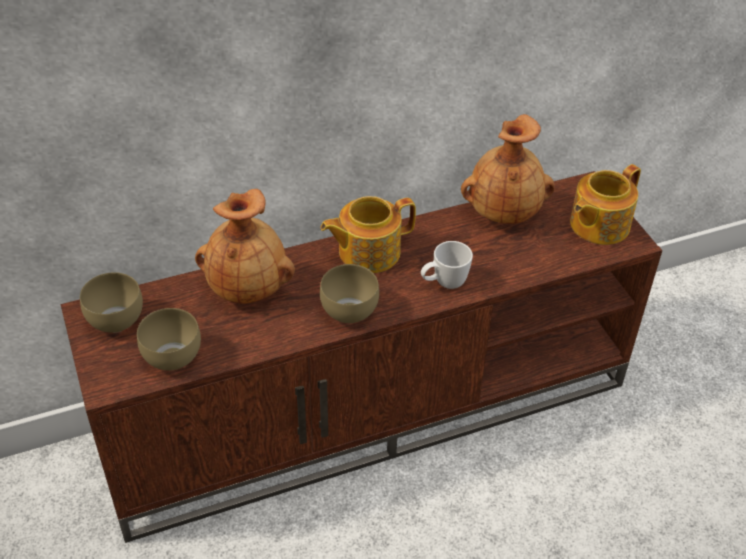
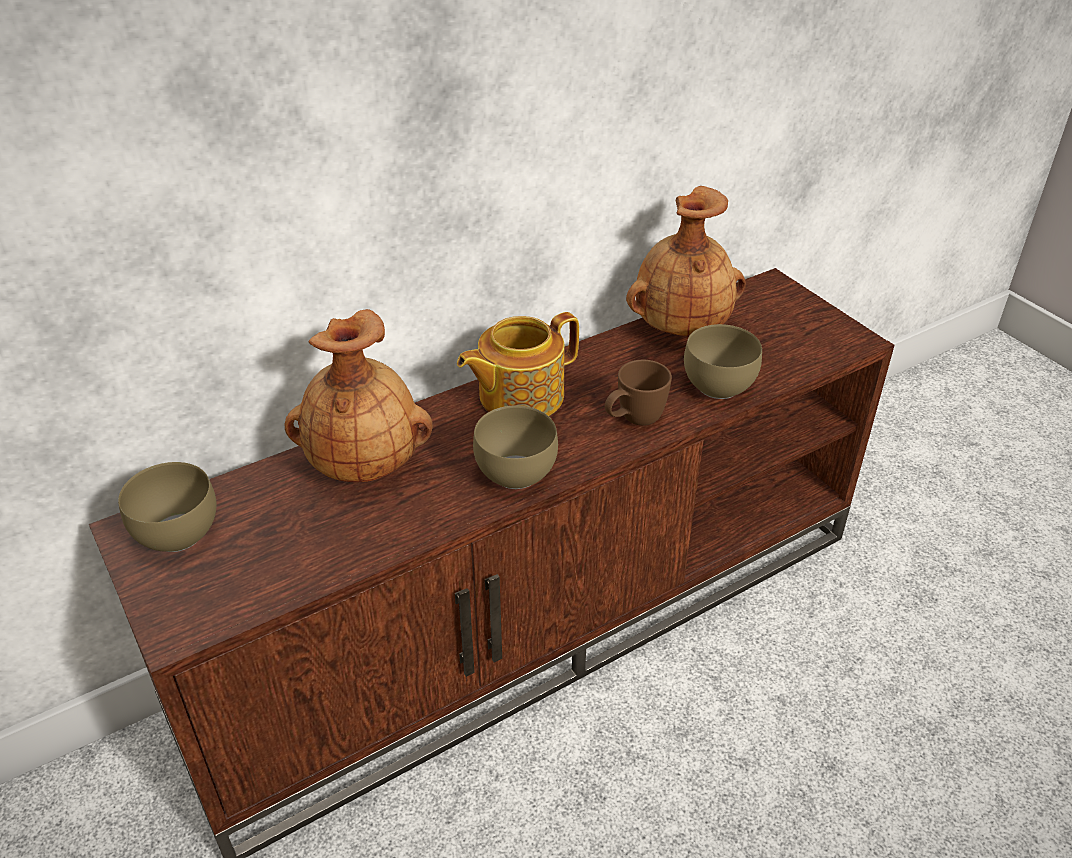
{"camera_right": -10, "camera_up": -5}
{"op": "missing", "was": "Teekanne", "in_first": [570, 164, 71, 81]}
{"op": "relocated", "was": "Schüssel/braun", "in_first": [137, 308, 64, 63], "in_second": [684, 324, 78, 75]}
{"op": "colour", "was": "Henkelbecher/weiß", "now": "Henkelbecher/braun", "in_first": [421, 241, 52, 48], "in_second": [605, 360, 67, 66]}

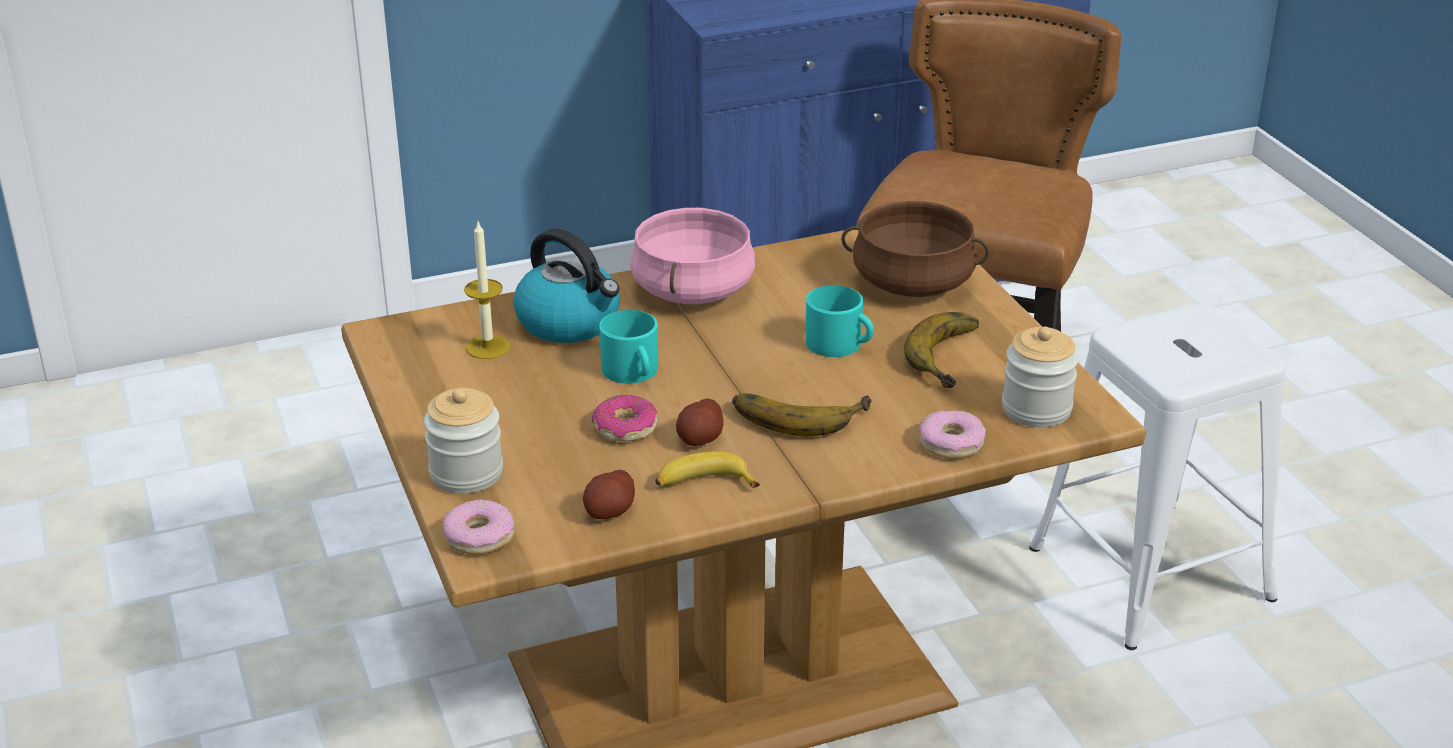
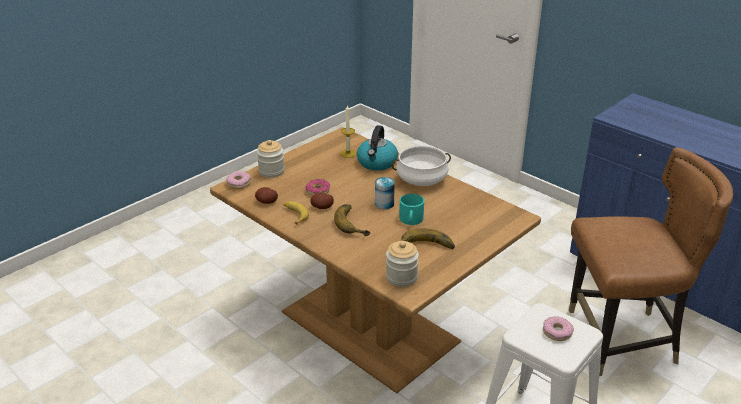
{"camera_right": 65, "camera_up": 0}
{"op": "missing", "was": "Henkelbecher/türkis", "in_first": [599, 310, 59, 74]}
{"op": "missing", "was": "Kochtopf/braun", "in_first": [841, 201, 148, 96]}
{"op": "appeared", "now": "Dose", "in_second": [375, 177, 20, 32]}
{"op": "relocated", "was": "Donut", "in_first": [919, 410, 67, 49], "in_second": [543, 316, 31, 25]}
{"op": "colour", "was": "Kochtopf/rosa", "now": "Kochtopf/weiß", "in_first": [630, 206, 125, 98], "in_second": [392, 145, 59, 41]}

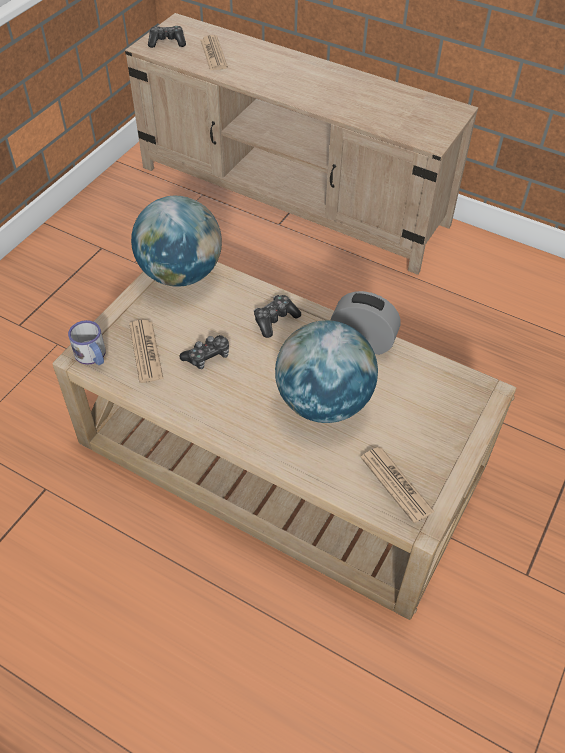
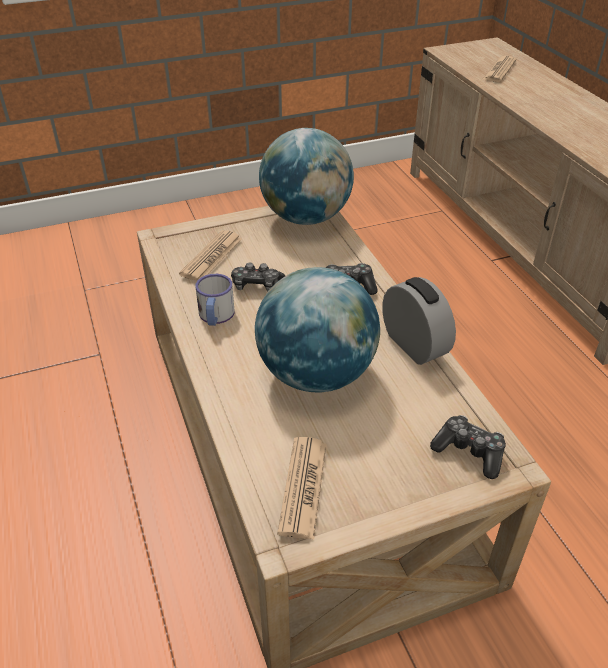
{"camera_right": 40, "camera_up": -10}
{"op": "relocated", "was": "Henkelbecher", "in_first": [68, 320, 38, 45], "in_second": [196, 274, 39, 52]}
{"op": "relocated", "was": "Gamepad", "in_first": [148, 26, 38, 22], "in_second": [430, 415, 76, 64]}

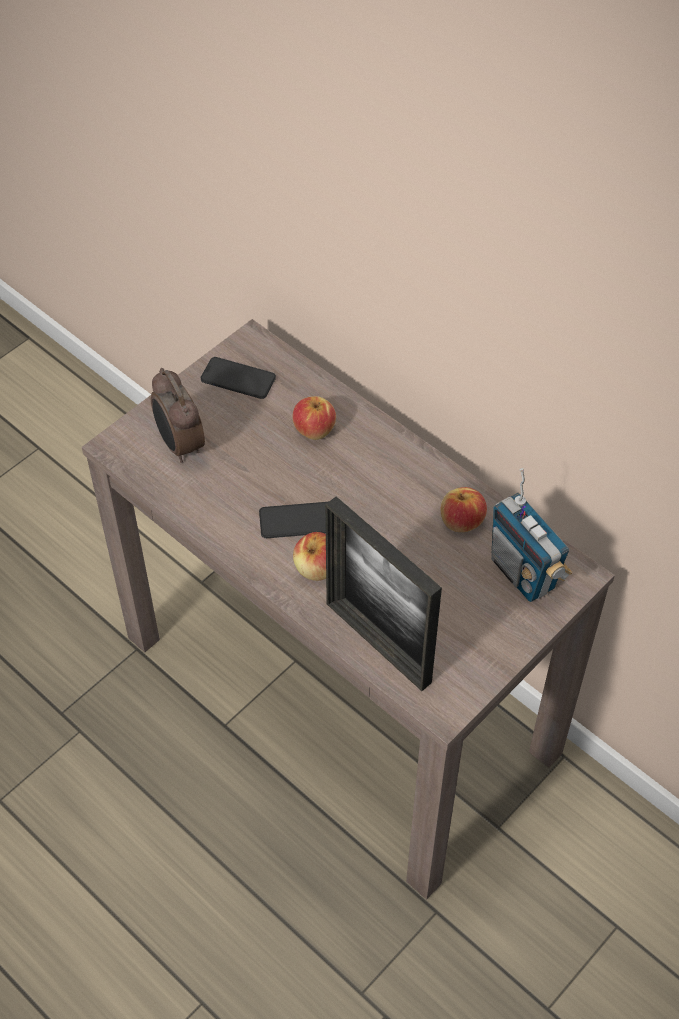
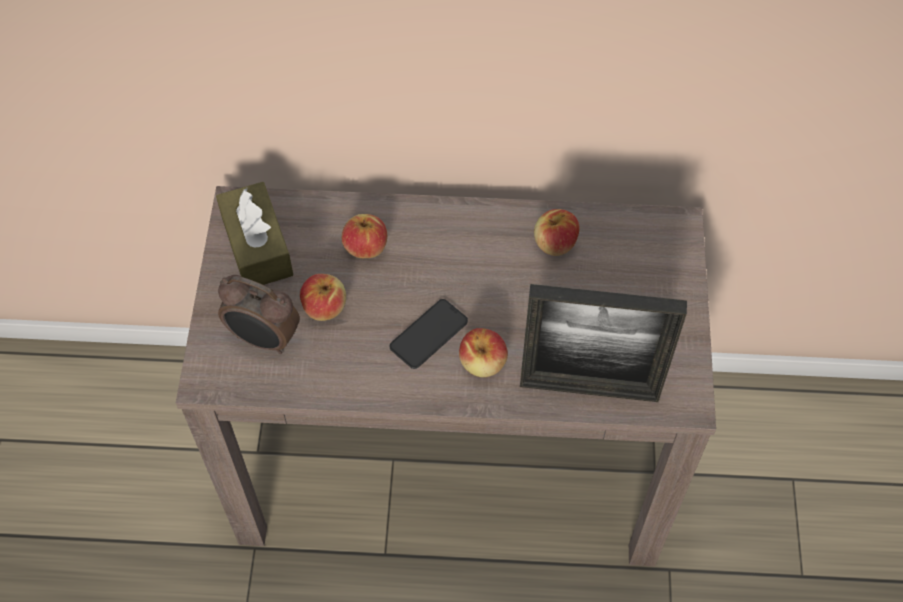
{"camera_right": -40, "camera_up": 5}
{"op": "missing", "was": "Radio", "in_first": [491, 468, 81, 134]}
{"op": "appeared", "now": "Apfel", "in_second": [300, 274, 46, 47]}
{"op": "exchanged", "was": "Handy", "now": "Taschentuchbox/braun", "in_first": [201, 357, 75, 42], "in_second": [216, 182, 77, 103]}

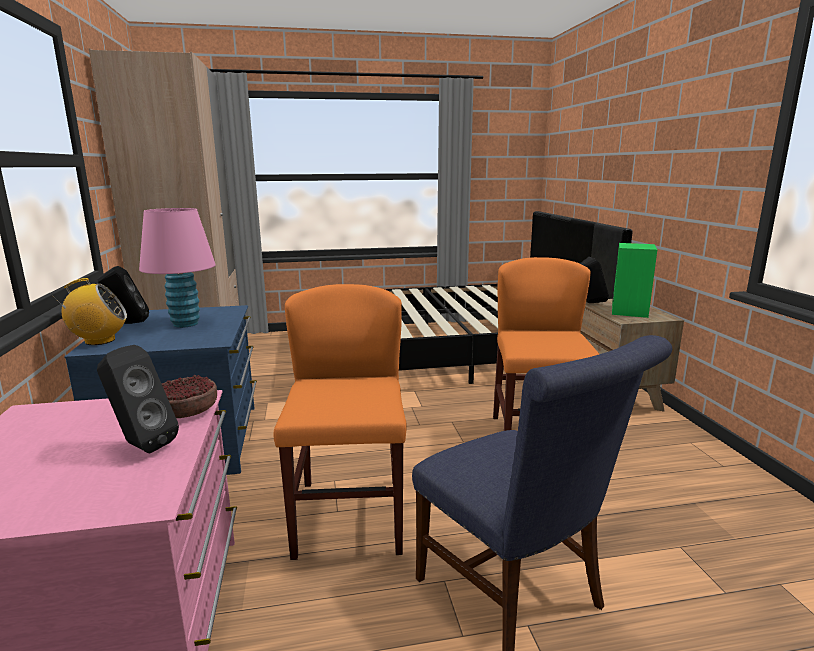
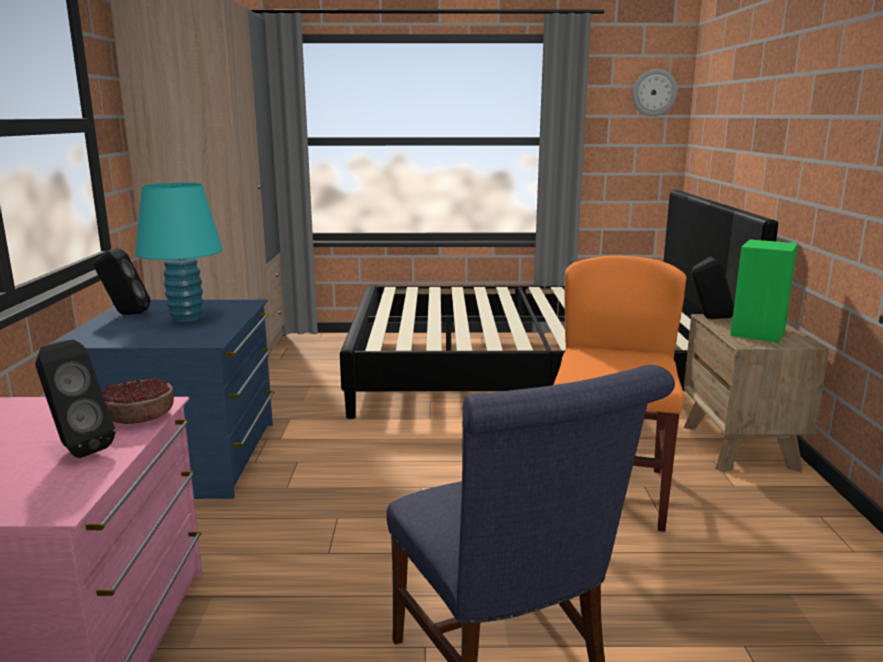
{"camera_right": 10, "camera_up": 0}
{"op": "missing", "was": "Radio", "in_first": [55, 278, 72, 67]}
{"op": "missing", "was": "Stuhl/orange", "in_first": [273, 284, 134, 276]}
{"op": "appeared", "now": "Wanduhr", "in_second": [632, 69, 45, 47]}
{"op": "colour", "was": "Tischlampe/rosa", "now": "Tischlampe/türkis", "in_first": [139, 208, 77, 120], "in_second": [135, 183, 88, 140]}

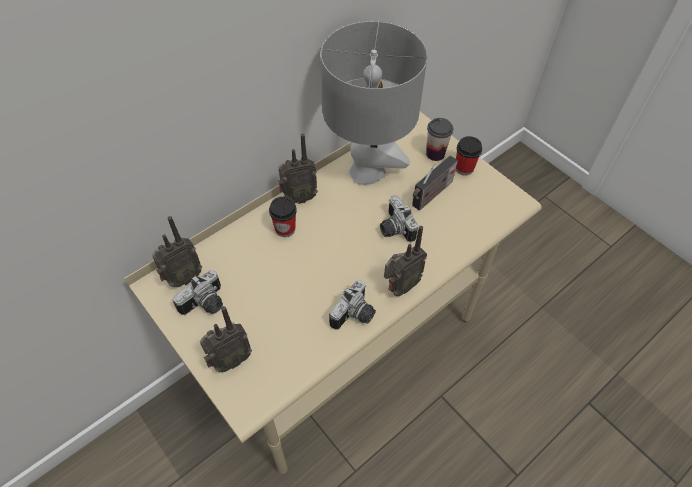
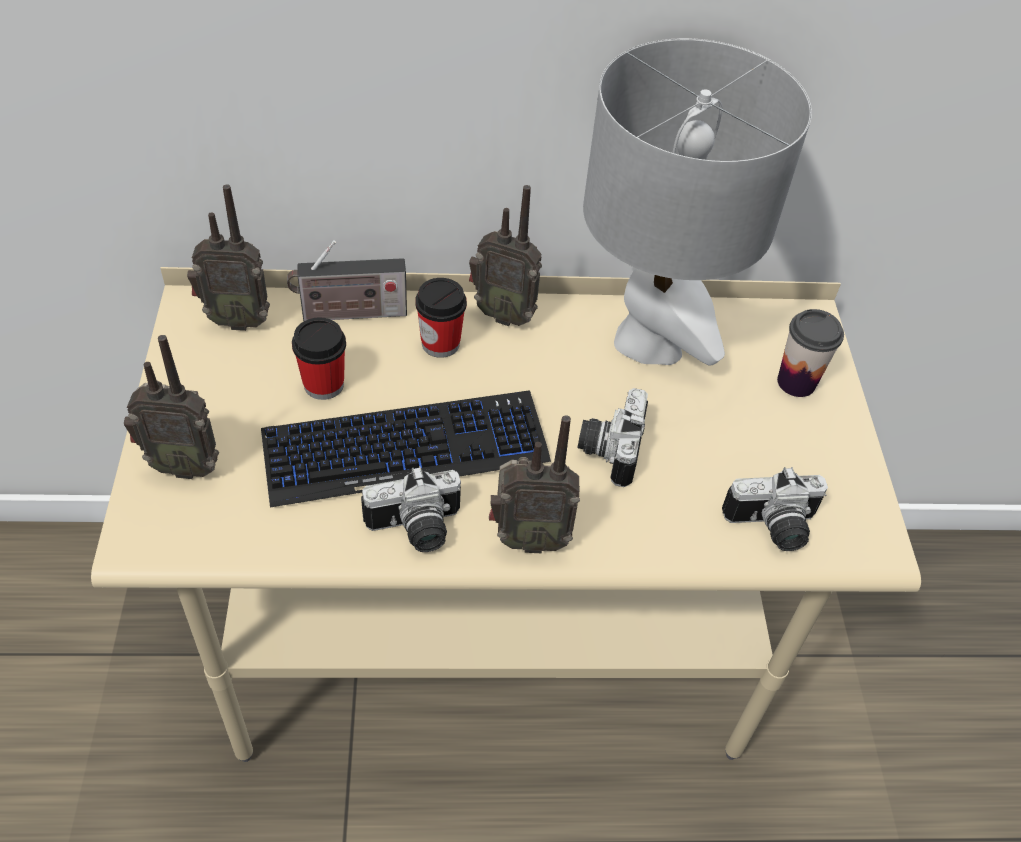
{"camera_right": 35, "camera_up": -5}
{"op": "appeared", "now": "Tastatur", "in_second": [261, 390, 290, 118]}
{"op": "relocated", "was": "Kamera", "in_first": [173, 270, 50, 45], "in_second": [722, 467, 106, 84]}
{"op": "relocated", "was": "Radio", "in_first": [412, 156, 46, 55], "in_second": [287, 240, 120, 81]}
{"op": "relocated", "was": "Tasse", "in_first": [456, 136, 26, 40], "in_second": [292, 317, 54, 83]}

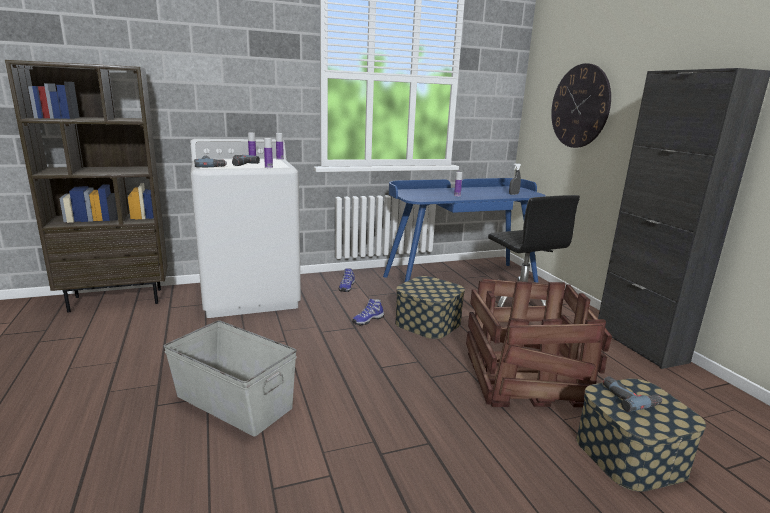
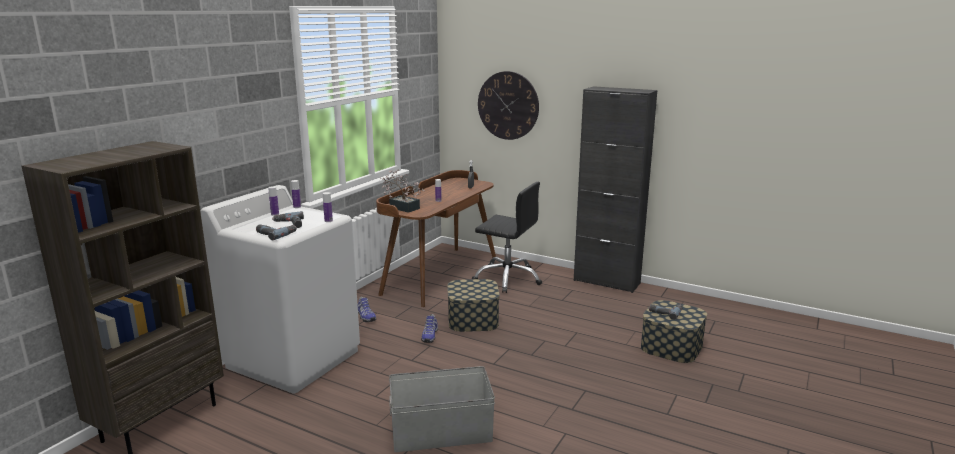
{"camera_right": -40, "camera_up": 0}
{"op": "missing", "was": "Kiste", "in_first": [466, 278, 146, 129]}
{"op": "appeared", "now": "Topfpflanze", "in_second": [380, 170, 44, 43]}
{"op": "colour", "was": "Schreibtisch/blau", "now": "Schreibtisch/braun", "in_first": [383, 178, 163, 105], "in_second": [376, 170, 120, 137]}

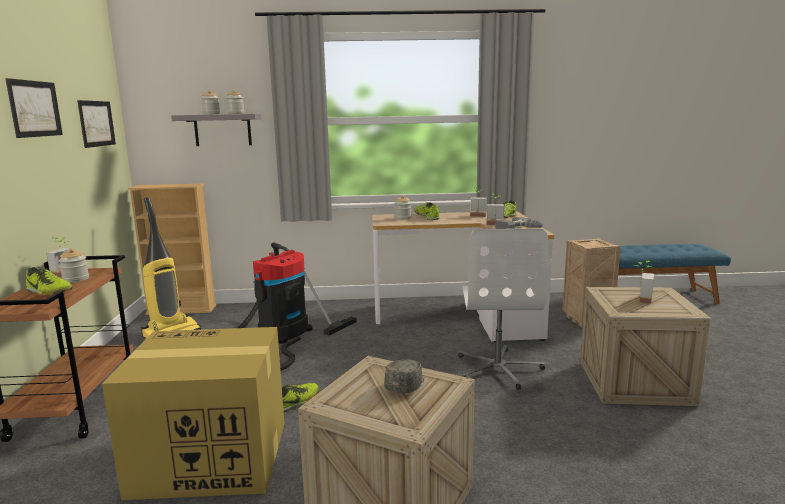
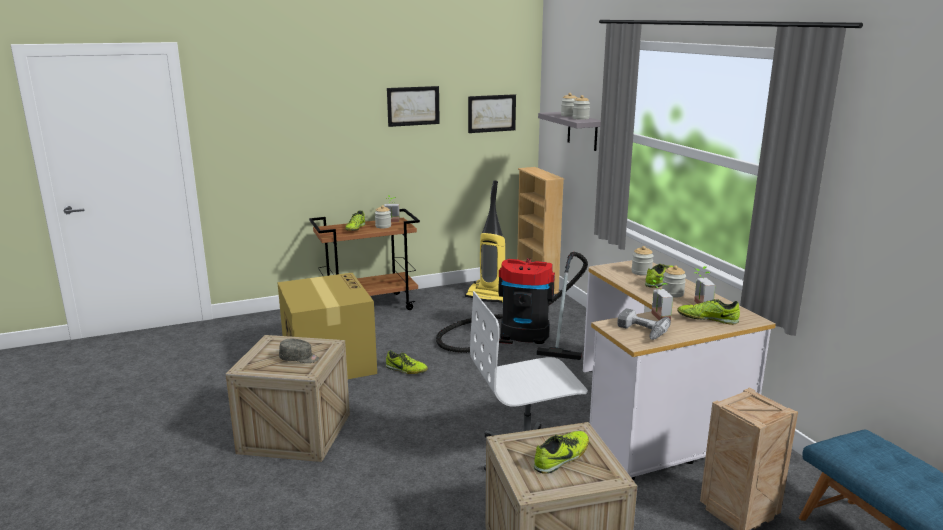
{"camera_right": 70, "camera_up": 5}
{"op": "appeared", "now": "Vorratsglas", "in_second": [662, 265, 24, 32]}
{"op": "exchanged", "was": "Topfpflanze", "now": "Schuh", "in_first": [633, 261, 21, 43], "in_second": [534, 431, 55, 43]}

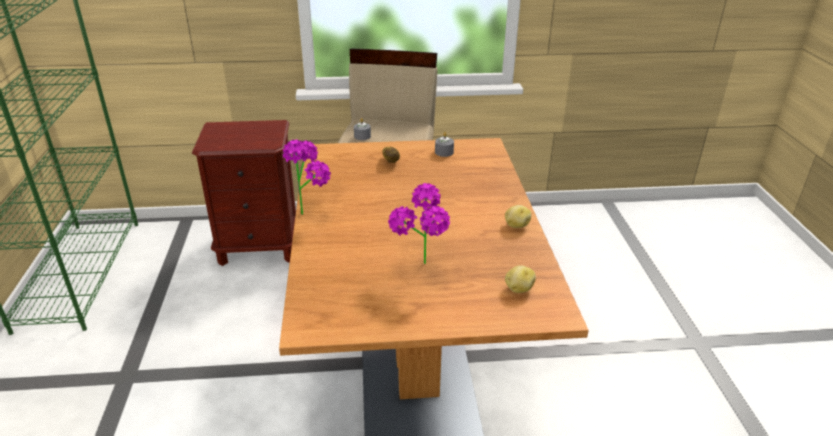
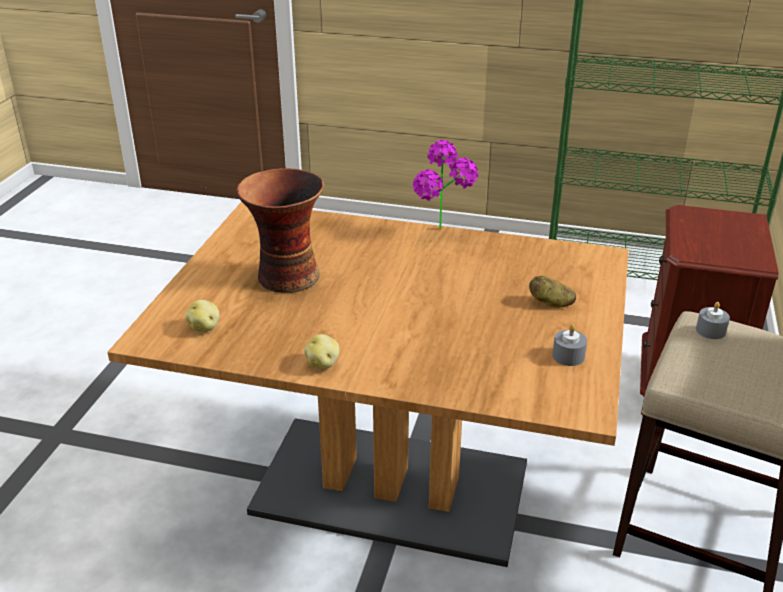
{"camera_right": 110, "camera_up": 0}
{"op": "exchanged", "was": "Topfpflanze", "now": "Vase", "in_first": [388, 183, 62, 81], "in_second": [236, 168, 88, 125]}

